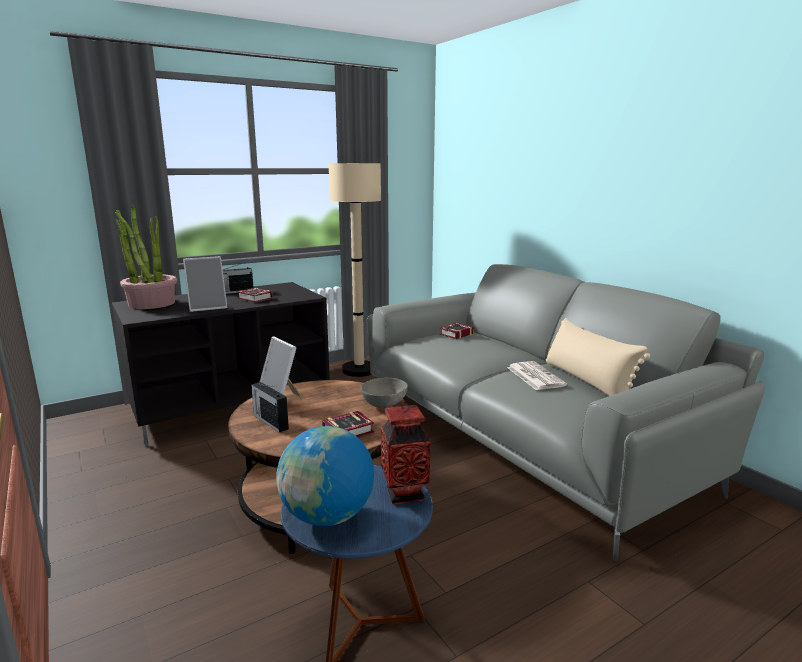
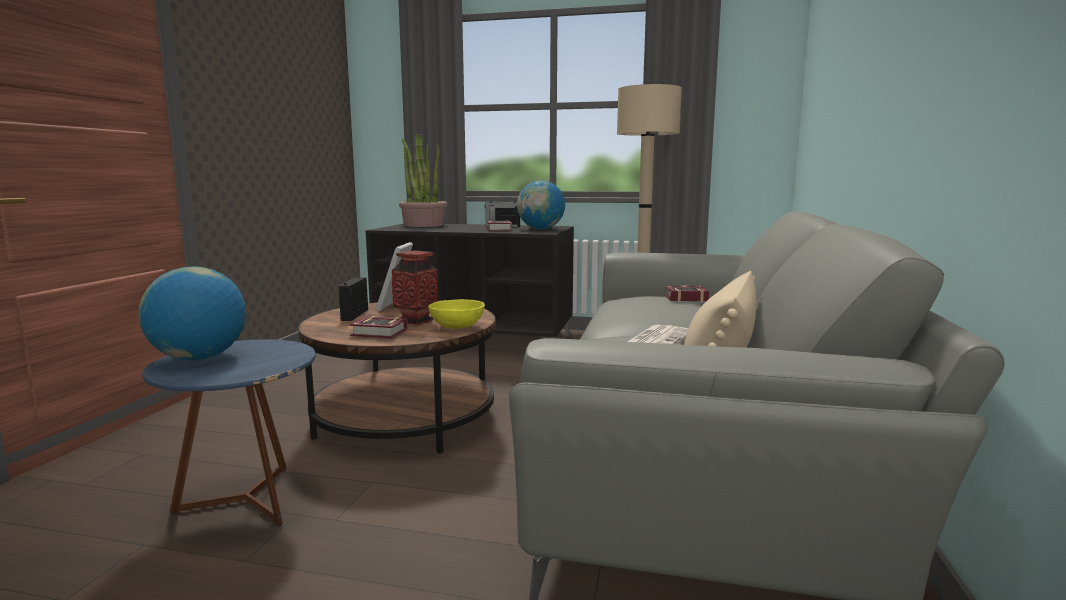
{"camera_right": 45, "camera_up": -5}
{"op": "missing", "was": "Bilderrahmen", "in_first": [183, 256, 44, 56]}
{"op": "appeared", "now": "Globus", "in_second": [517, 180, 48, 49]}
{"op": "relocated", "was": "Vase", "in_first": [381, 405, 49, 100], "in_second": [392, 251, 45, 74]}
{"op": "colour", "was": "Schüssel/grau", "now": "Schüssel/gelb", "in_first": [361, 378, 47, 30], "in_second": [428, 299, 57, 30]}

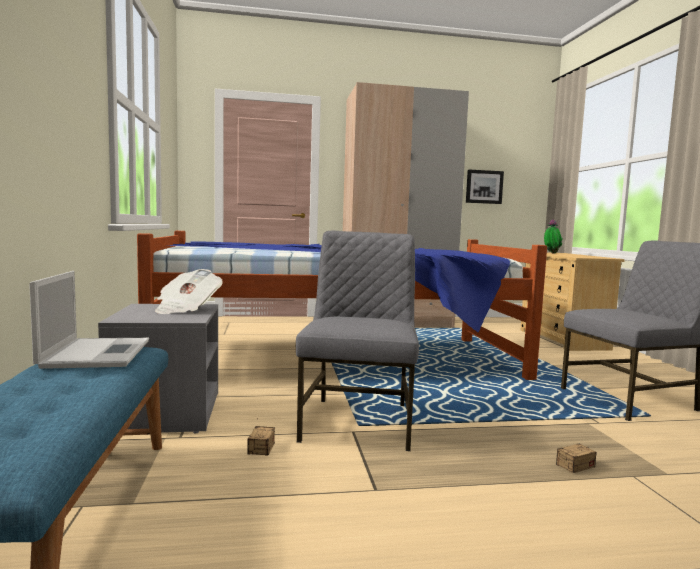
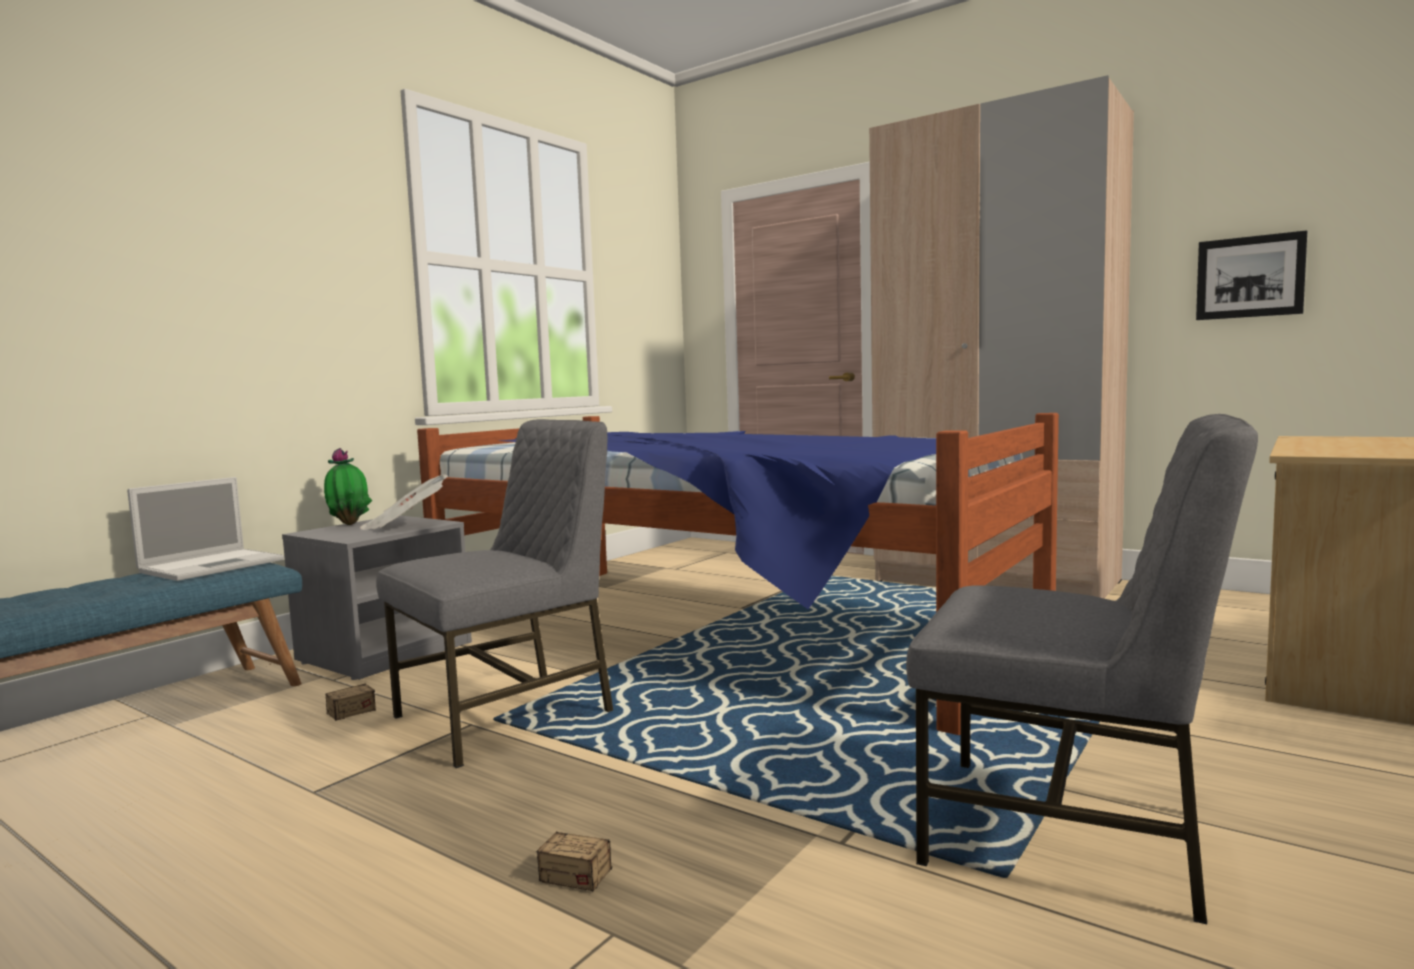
{"camera_right": 45, "camera_up": 0}
{"op": "relocated", "was": "Topfpflanze", "in_first": [544, 219, 19, 35], "in_second": [324, 448, 48, 77]}

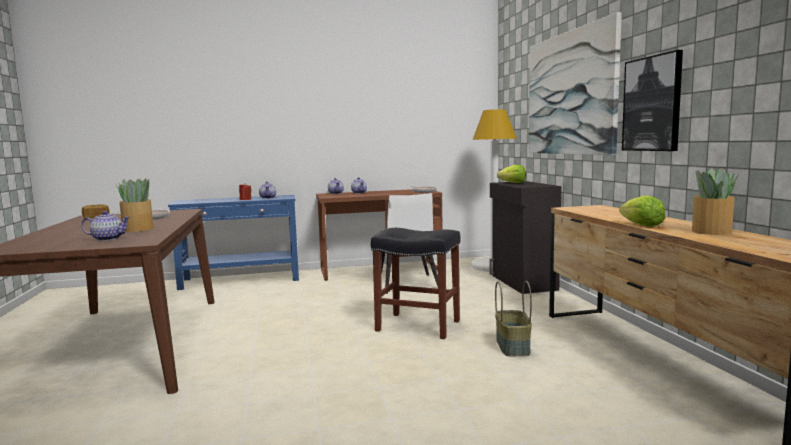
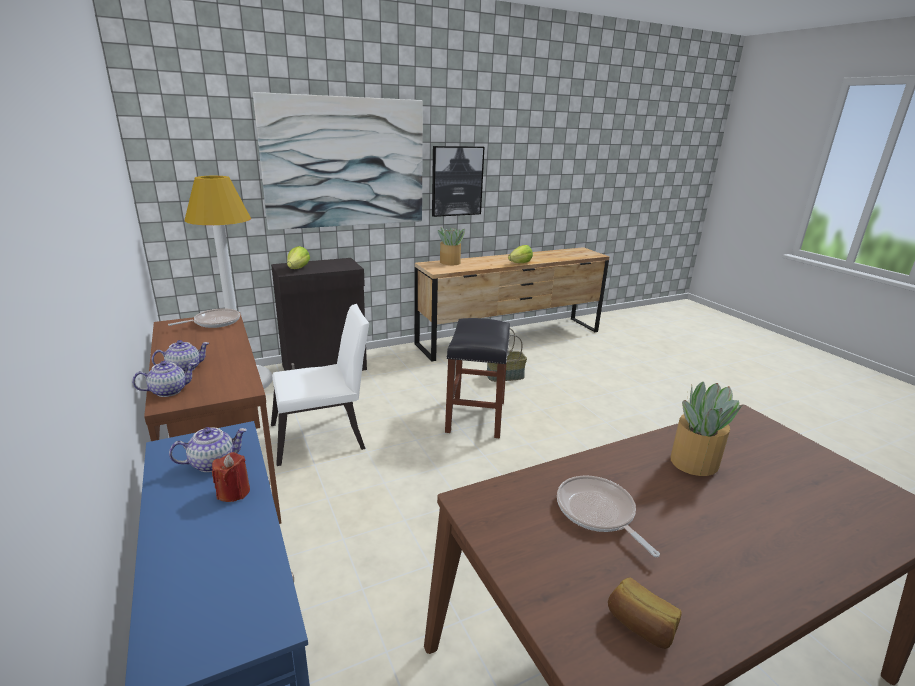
{"camera_right": -105, "camera_up": 15}
{"op": "missing", "was": "Teekanne", "in_first": [81, 211, 49, 30]}
{"op": "relocated", "was": "Topfpflanze", "in_first": [692, 168, 47, 67], "in_second": [438, 226, 27, 39]}

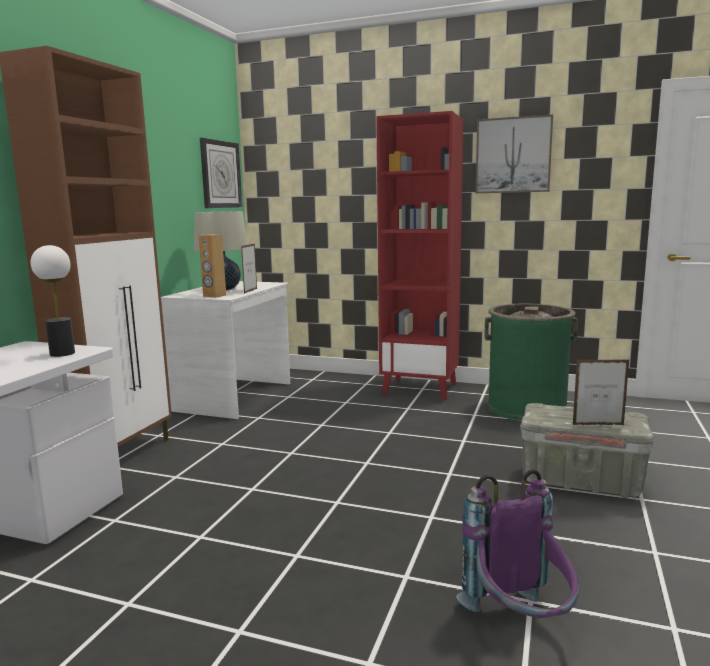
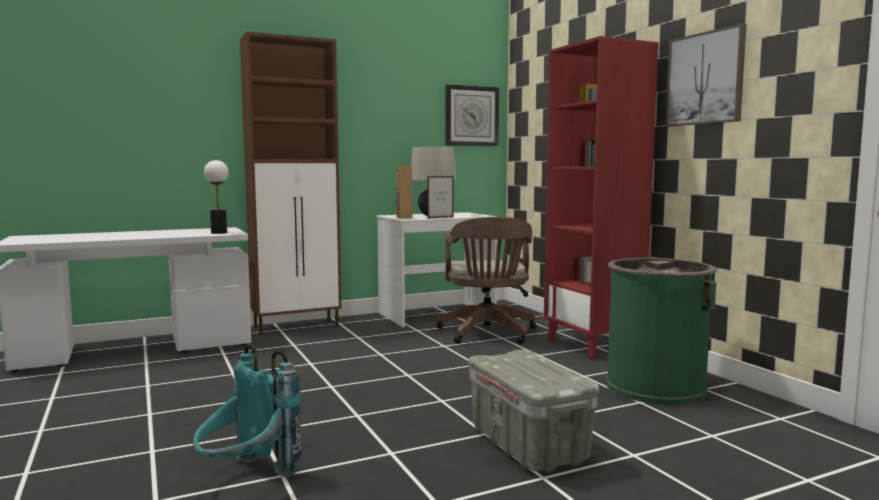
{"camera_right": 45, "camera_up": -5}
{"op": "missing", "was": "Bilderrahmen", "in_first": [573, 360, 56, 65]}
{"op": "appeared", "now": "Bürostuhl/braun", "in_second": [436, 217, 101, 127]}
{"op": "colour", "was": "Rucksack/lila", "now": "Rucksack/türkis", "in_first": [456, 469, 123, 149], "in_second": [193, 344, 108, 133]}

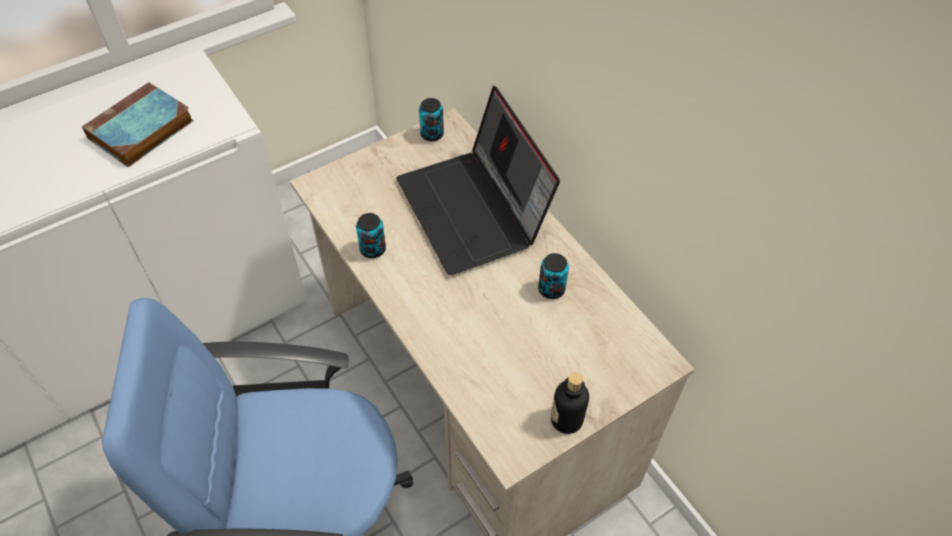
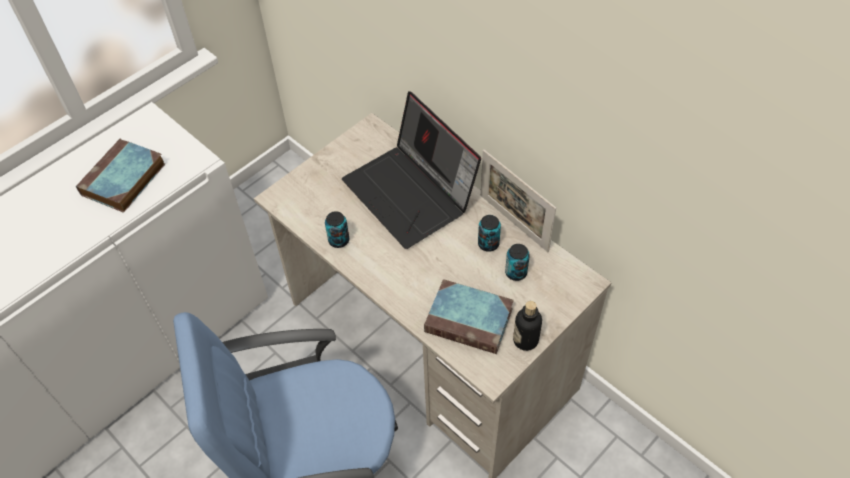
{"camera_right": -10, "camera_up": 0}
{"op": "appeared", "now": "Buch", "in_second": [424, 279, 90, 75]}
{"op": "appeared", "now": "Bilderrahmen", "in_second": [481, 150, 75, 102]}
{"op": "relocated", "was": "Dose", "in_first": [419, 98, 25, 43], "in_second": [505, 244, 25, 37]}

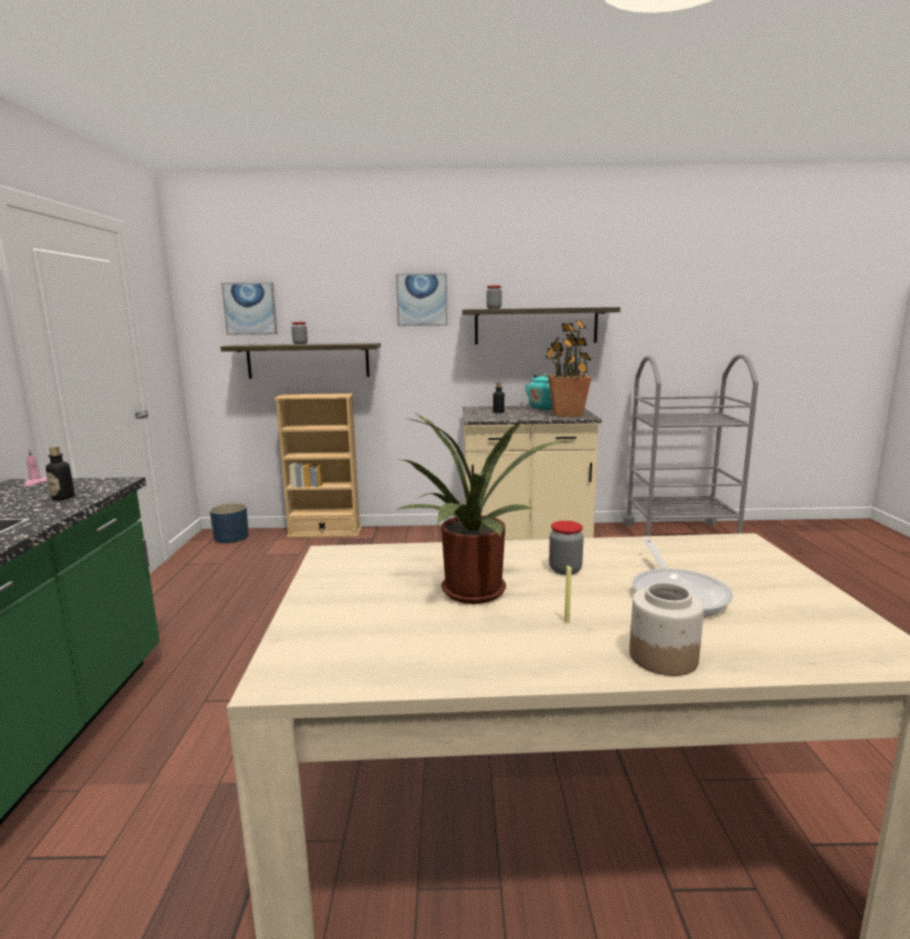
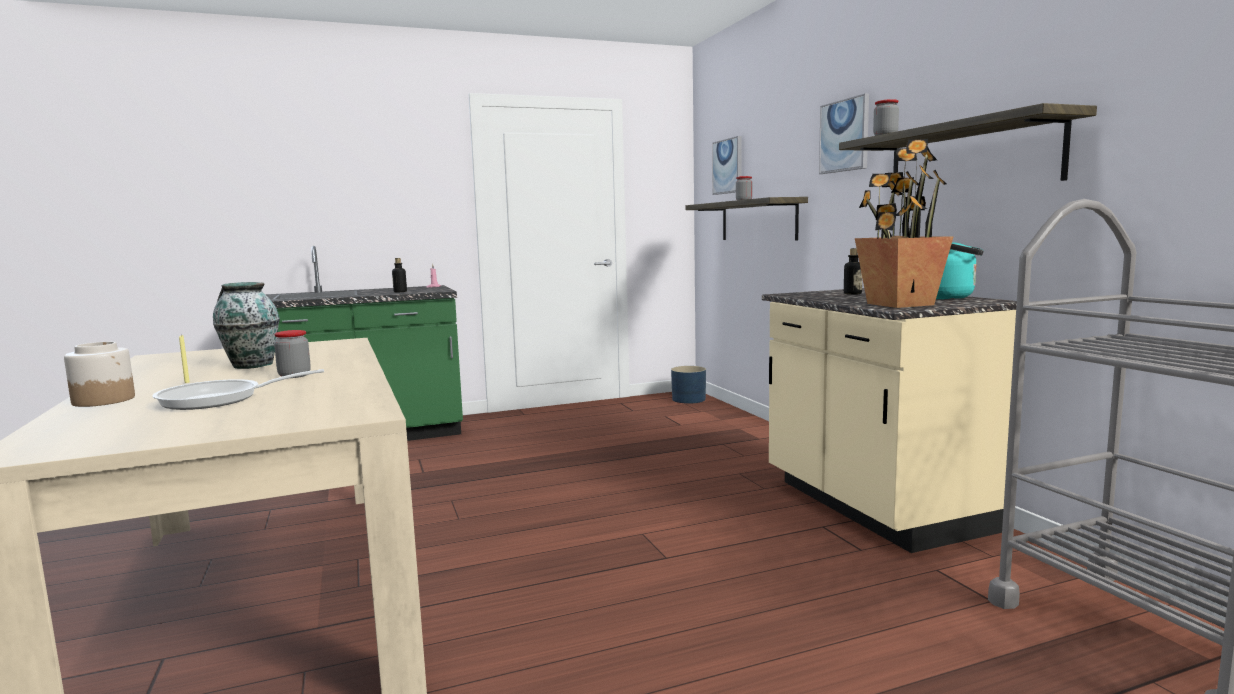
{"camera_right": 70, "camera_up": -5}
{"op": "missing", "was": "Bücherregal/beige", "in_first": [274, 393, 87, 145]}
{"op": "exchanged", "was": "Topfpflanze", "now": "Vase", "in_first": [394, 412, 173, 192], "in_second": [213, 282, 67, 87]}

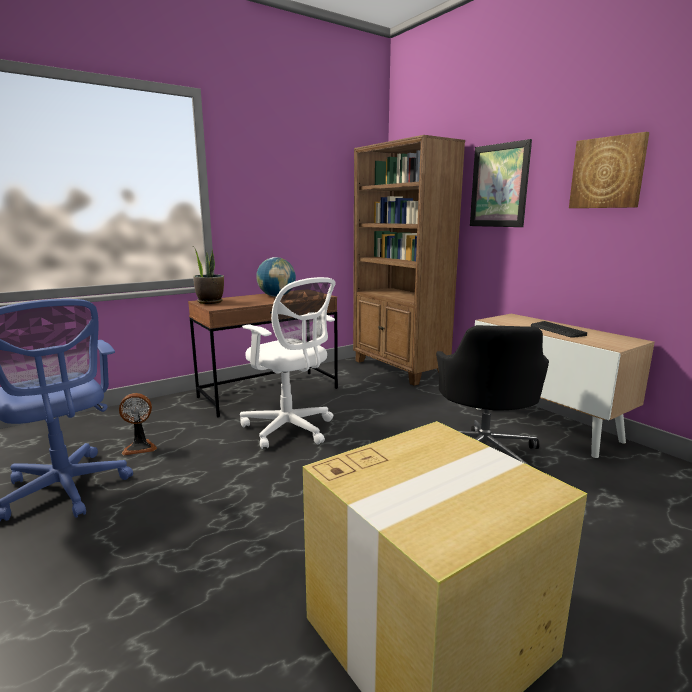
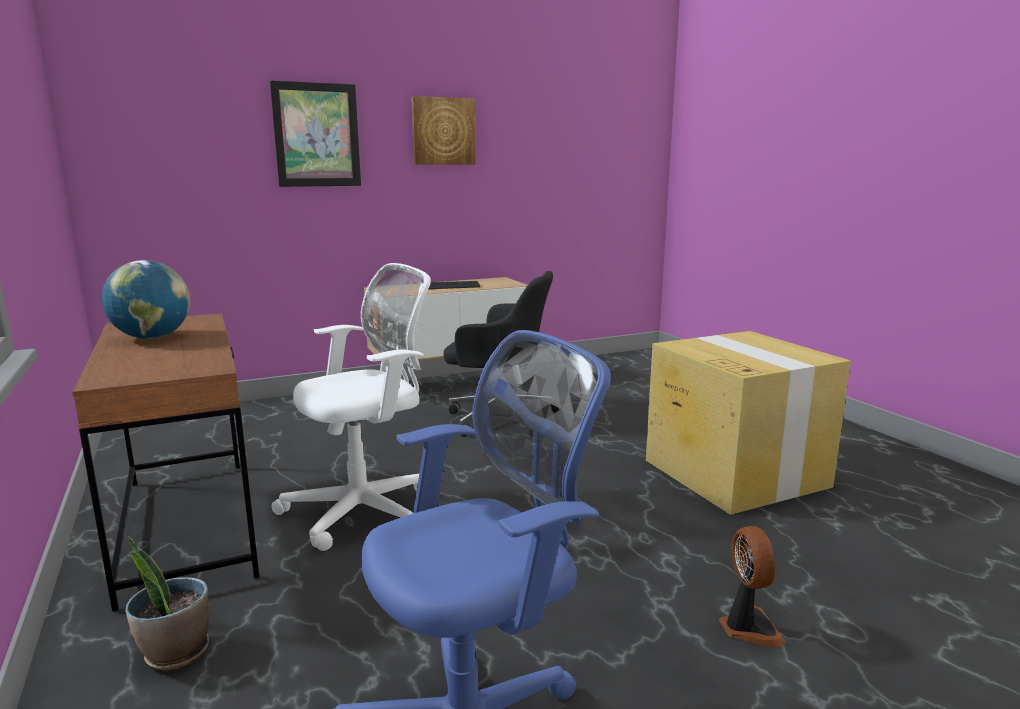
{"camera_right": -80, "camera_up": 0}
{"op": "missing", "was": "Bücherregal/braun", "in_first": [353, 135, 112, 251]}
{"op": "relocated", "was": "Ventilator", "in_first": [119, 393, 38, 62], "in_second": [719, 526, 67, 122]}
{"op": "relocated", "was": "Topfpflanze", "in_first": [193, 246, 31, 58], "in_second": [126, 536, 83, 135]}

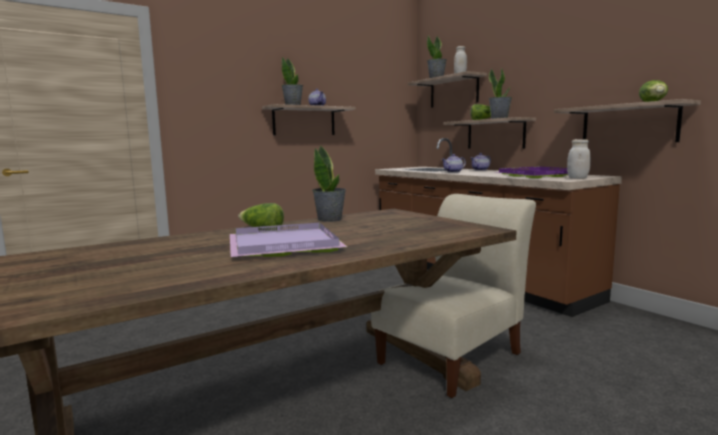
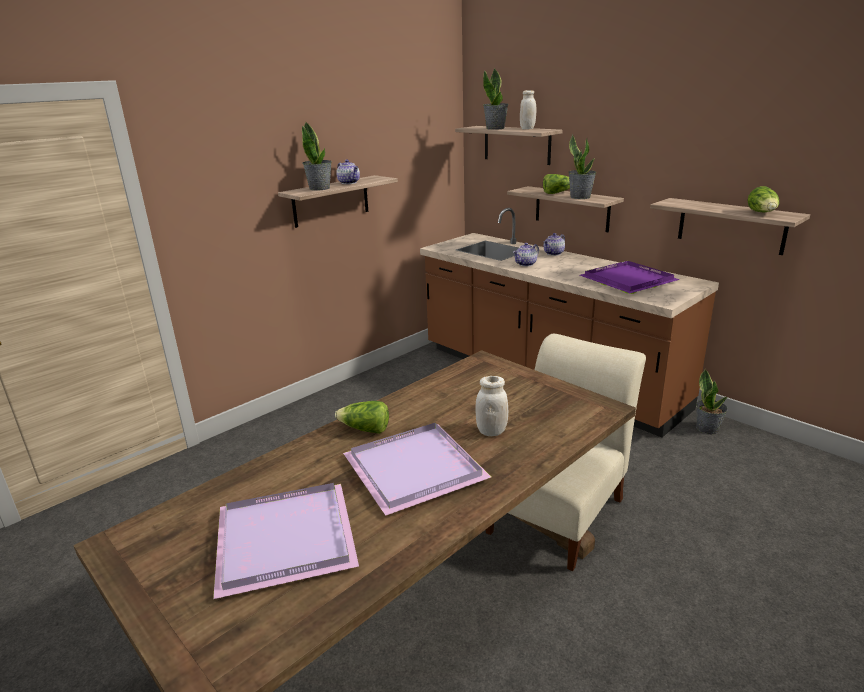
{"camera_right": -10, "camera_up": 15}
{"op": "appeared", "now": "Tablett/lila", "in_second": [213, 483, 146, 116]}
{"op": "relocated", "was": "Topfpflanze", "in_first": [312, 145, 34, 77], "in_second": [696, 369, 32, 65]}
{"op": "relocated", "was": "Vorratsglas/weiß", "in_first": [567, 139, 24, 40], "in_second": [475, 376, 33, 60]}

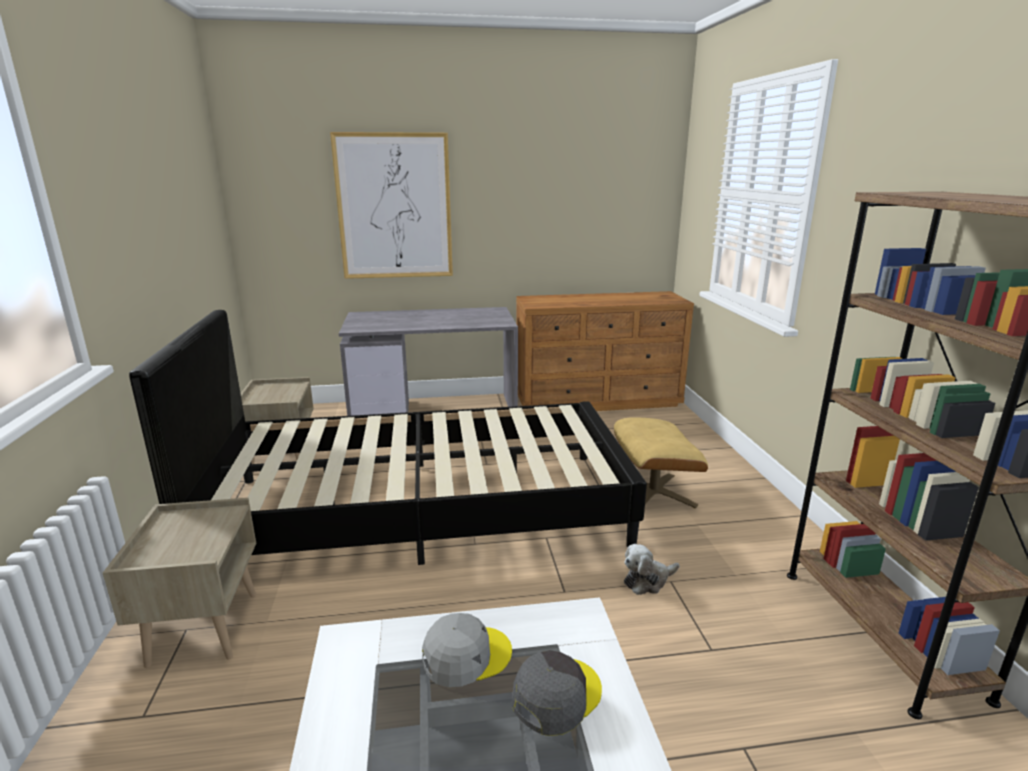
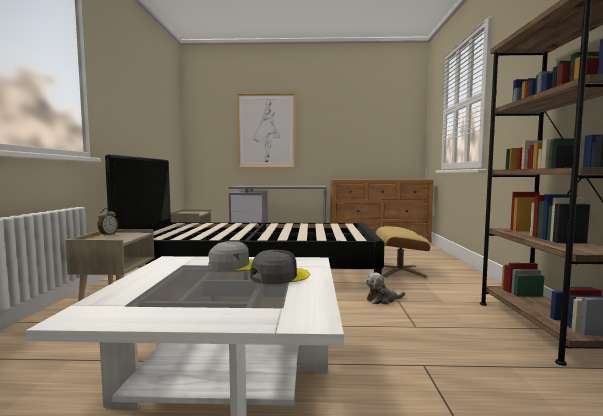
{"camera_right": 10, "camera_up": -15}
{"op": "appeared", "now": "Wecker", "in_second": [98, 208, 20, 28]}

